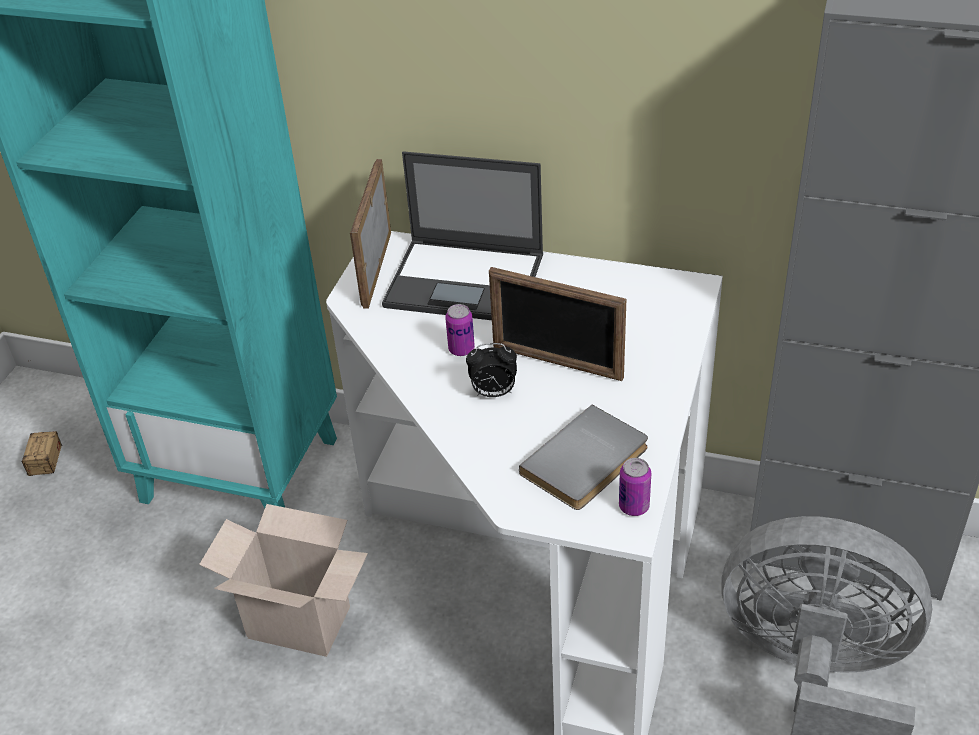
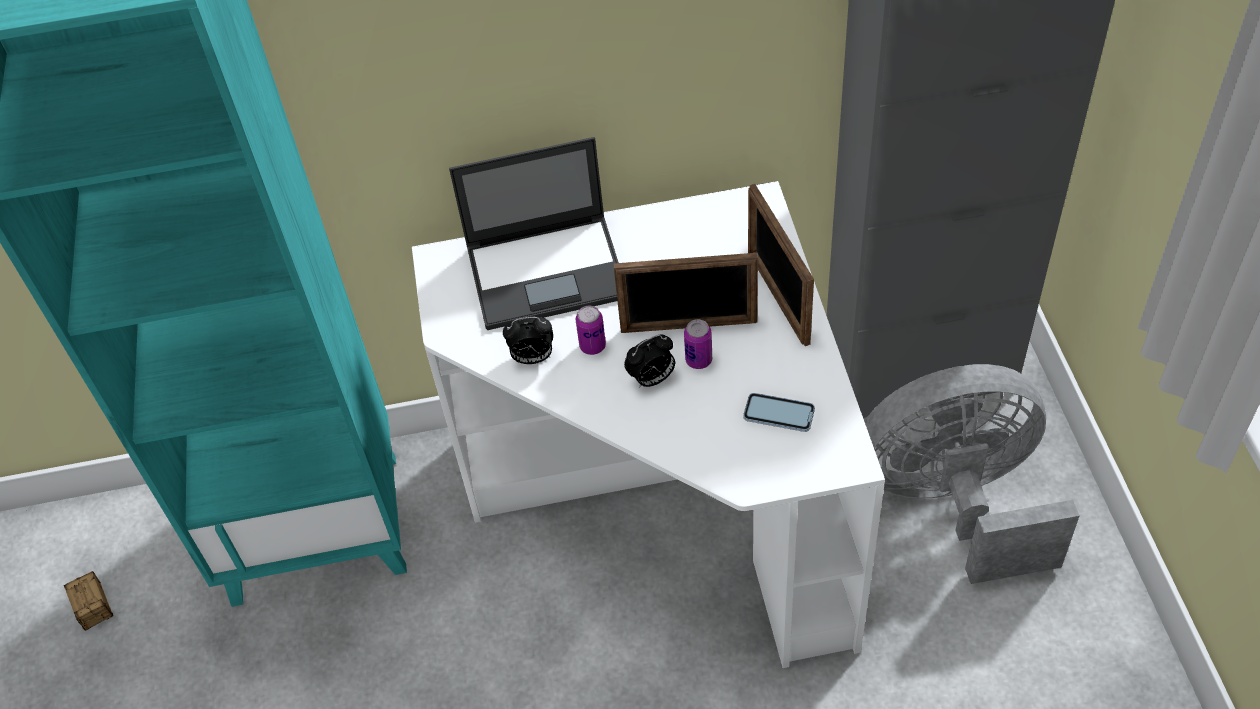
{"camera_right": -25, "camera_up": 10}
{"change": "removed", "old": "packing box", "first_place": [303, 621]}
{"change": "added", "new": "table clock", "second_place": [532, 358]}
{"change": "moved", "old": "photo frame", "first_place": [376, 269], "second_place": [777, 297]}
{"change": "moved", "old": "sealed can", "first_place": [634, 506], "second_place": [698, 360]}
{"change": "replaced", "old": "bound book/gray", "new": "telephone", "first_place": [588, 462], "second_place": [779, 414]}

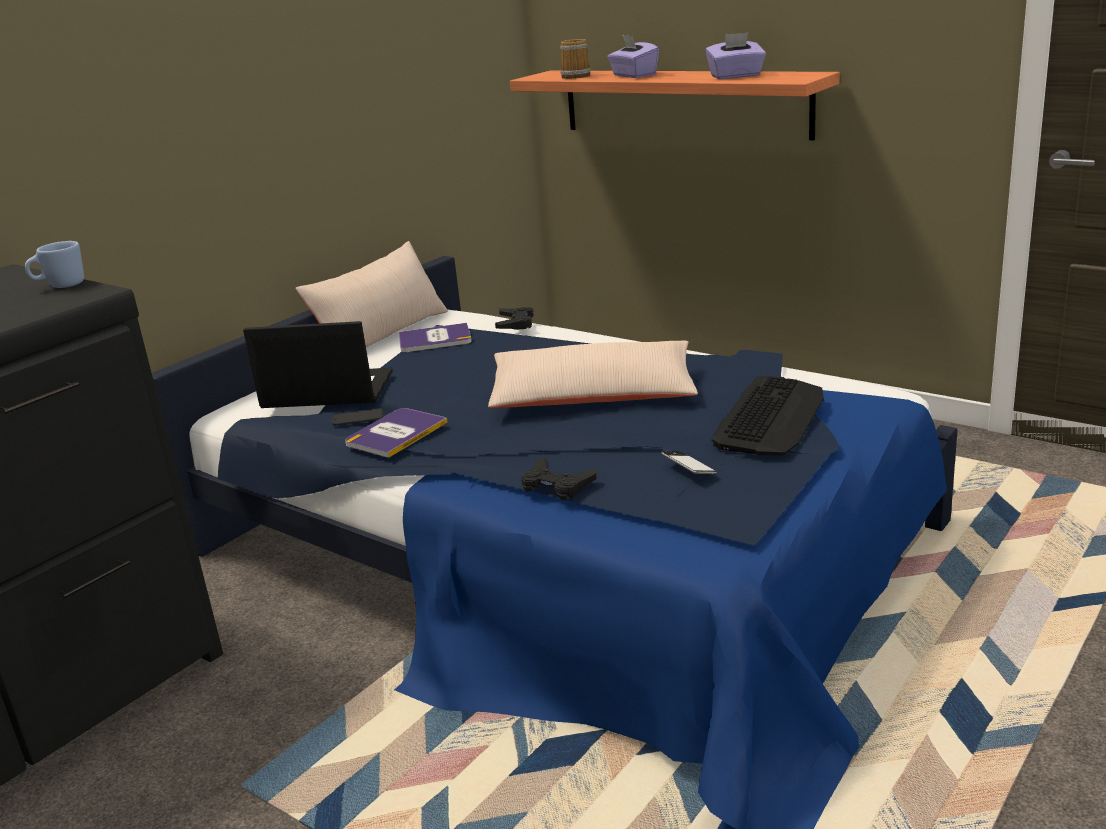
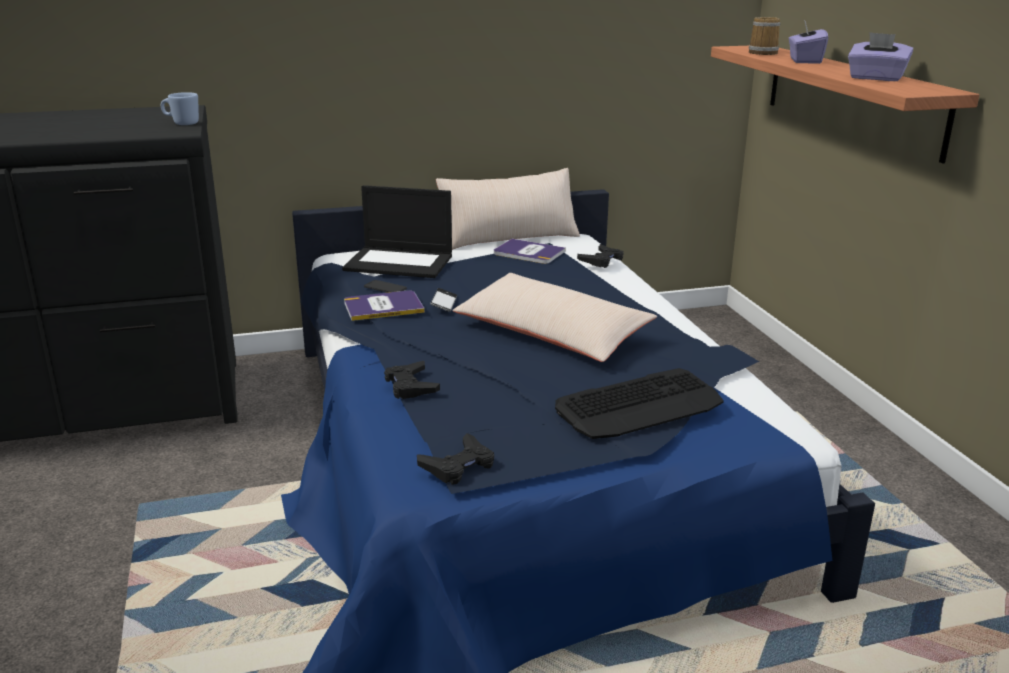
{"camera_right": 35, "camera_up": 0}
{"change": "added", "new": "game controller/black-coloured", "second_place": [458, 466]}
{"change": "moved", "old": "telephone", "first_place": [688, 468], "second_place": [444, 303]}
{"change": "turned", "old": "notebook computer", "first_place": [326, 391], "second_place": [400, 262], "degrees": 150}

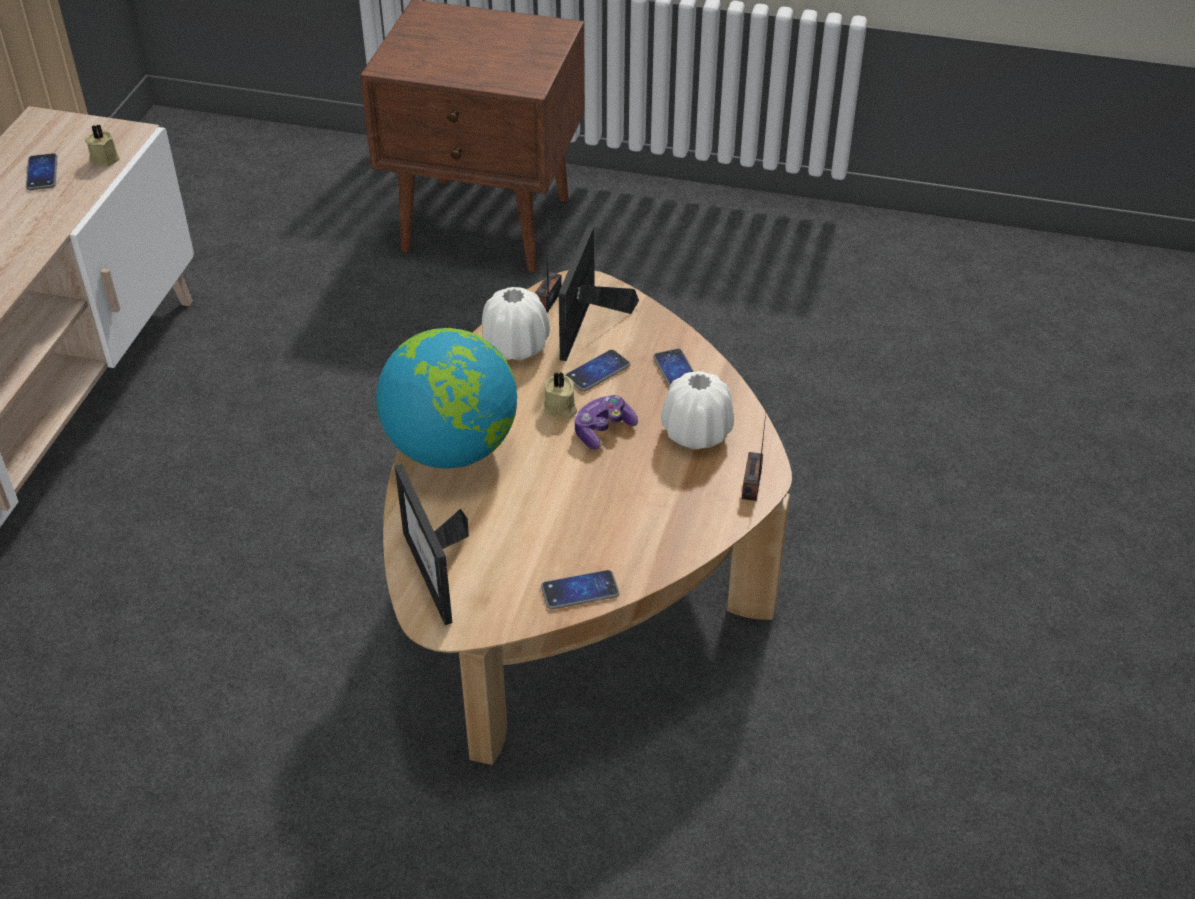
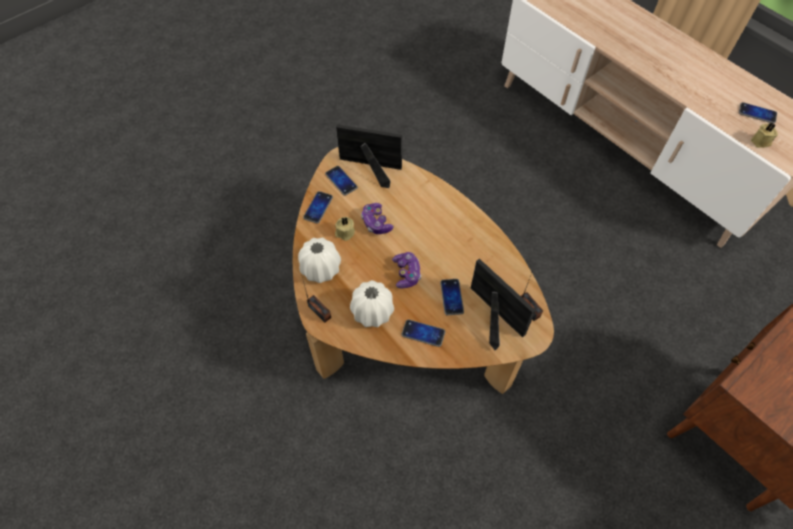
{"camera_right": 125, "camera_up": 15}
{"change": "removed", "old": "world globe", "first_place": [452, 448]}
{"change": "added", "new": "telephone", "second_place": [341, 181]}
{"change": "added", "new": "game controller", "second_place": [376, 223]}
{"change": "moved", "old": "decorative vase/whitish", "first_place": [515, 346], "second_place": [321, 269]}
{"change": "moved", "old": "wax light/sand-coloured", "first_place": [560, 408], "second_place": [344, 233]}

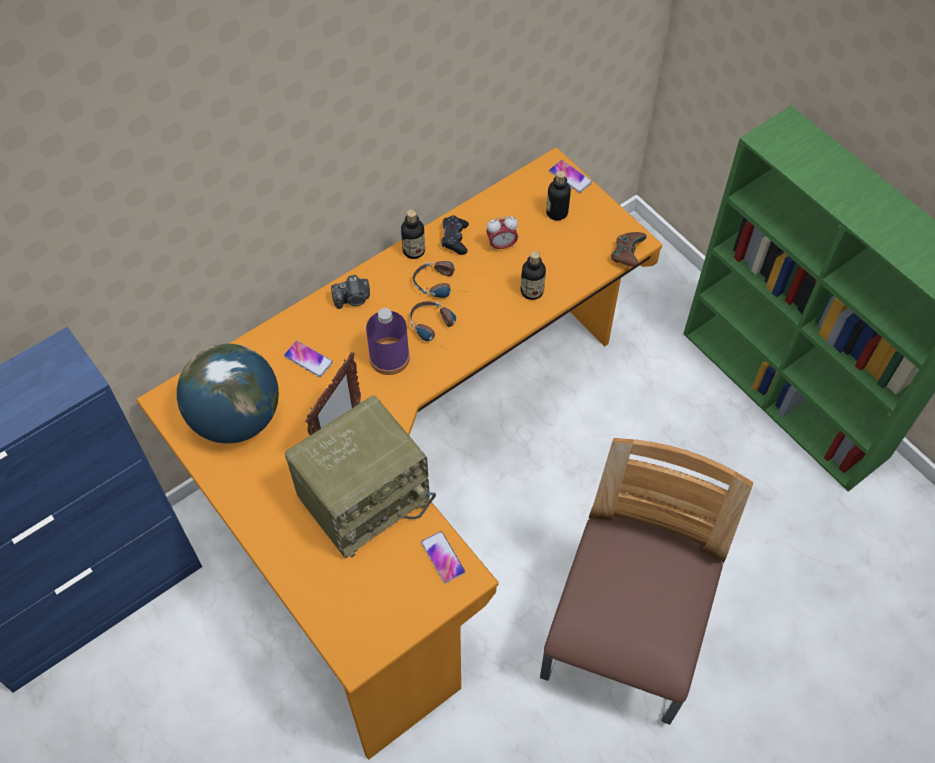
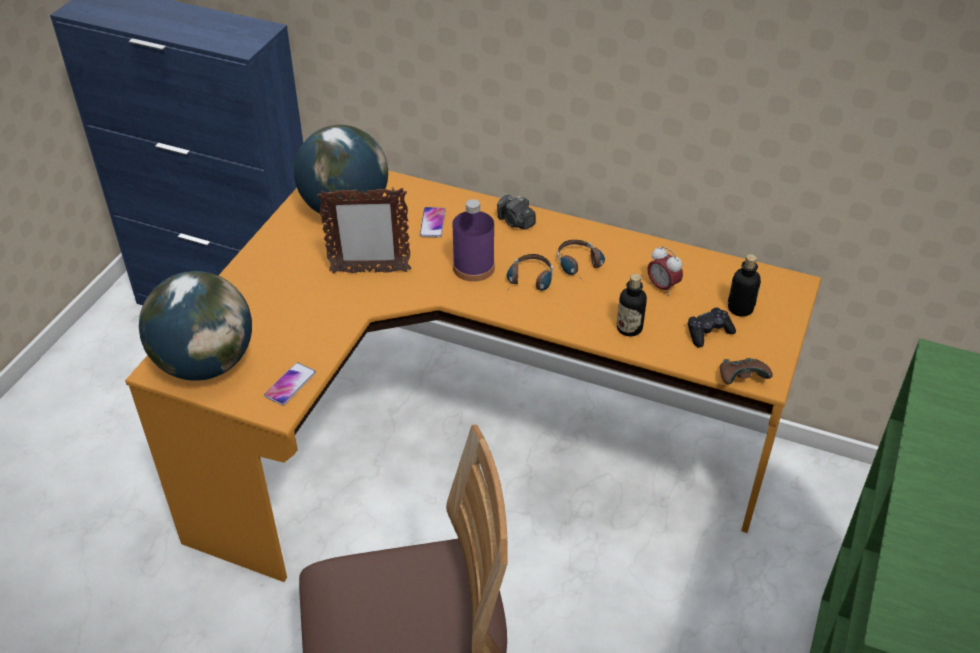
{"camera_right": 60, "camera_up": -15}
{"change": "removed", "old": "radio set", "first_place": [364, 498]}
{"change": "removed", "old": "bottle", "first_place": [413, 250]}
{"change": "removed", "old": "telephone", "first_place": [570, 177]}
{"change": "added", "new": "world globe", "second_place": [205, 364]}
{"change": "moved", "old": "game controller/black-coloured", "first_place": [455, 239], "second_place": [708, 332]}

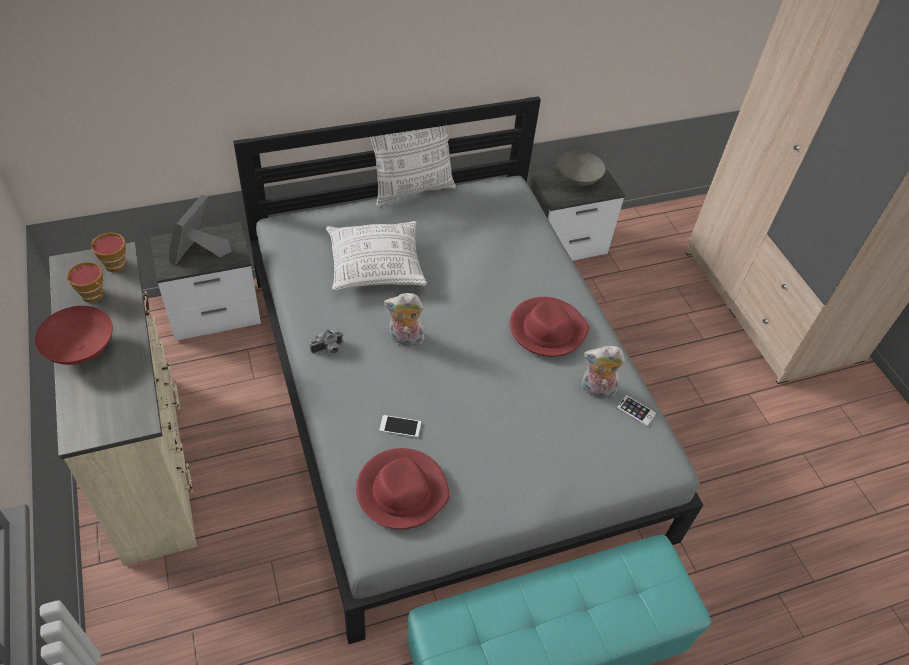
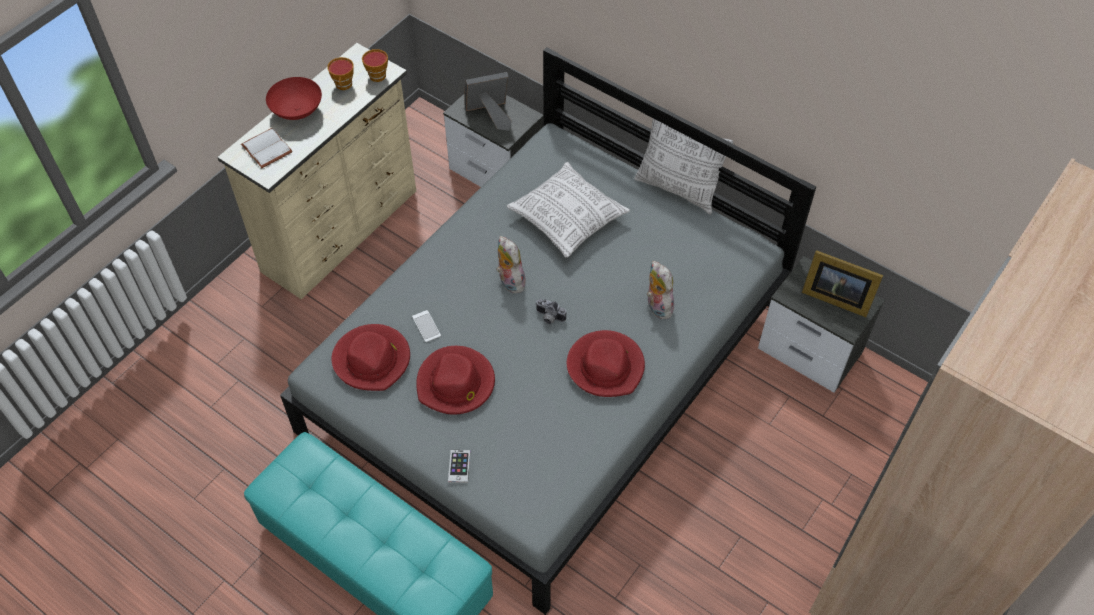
{"camera_right": 60, "camera_up": 5}
{"change": "added", "new": "bound book/whitish", "second_place": [265, 149]}
{"change": "added", "new": "wearable hat/reddish", "second_place": [456, 383]}
{"change": "moved", "old": "photo camera", "first_place": [328, 349], "second_place": [549, 318]}
{"change": "moved", "old": "soft toy", "first_place": [596, 391], "second_place": [657, 306]}
{"change": "moved", "old": "telephone", "first_place": [636, 411], "second_place": [459, 466]}
{"change": "replaced", "old": "serving bowl/gray", "new": "photo frame", "first_place": [578, 179], "second_place": [834, 296]}

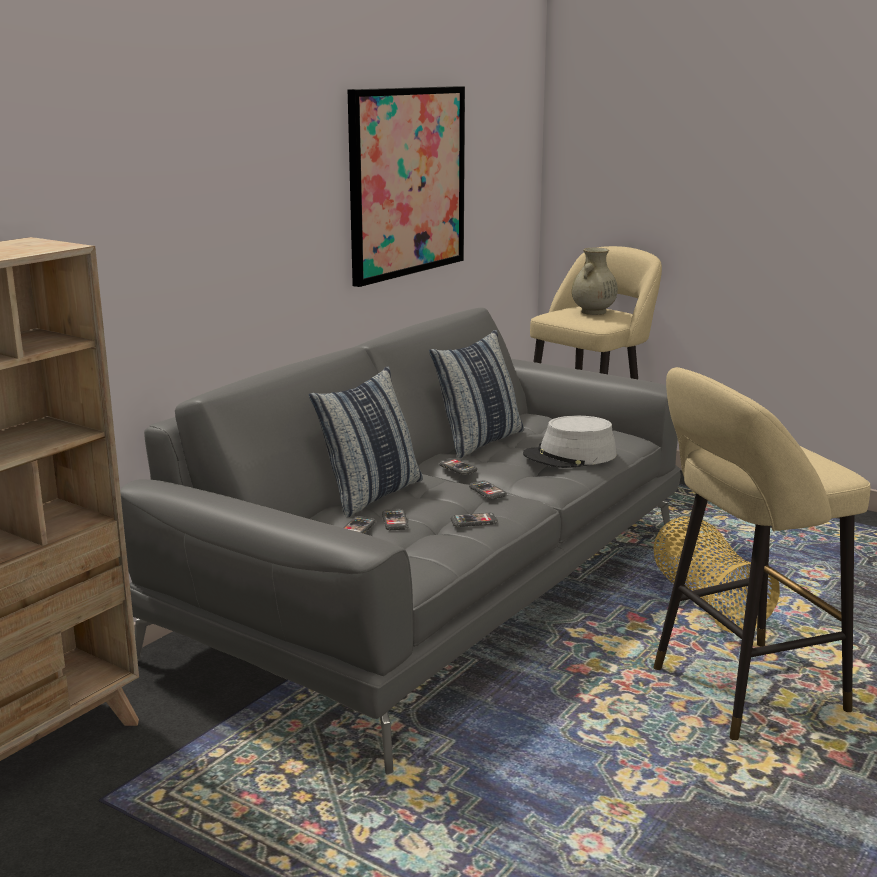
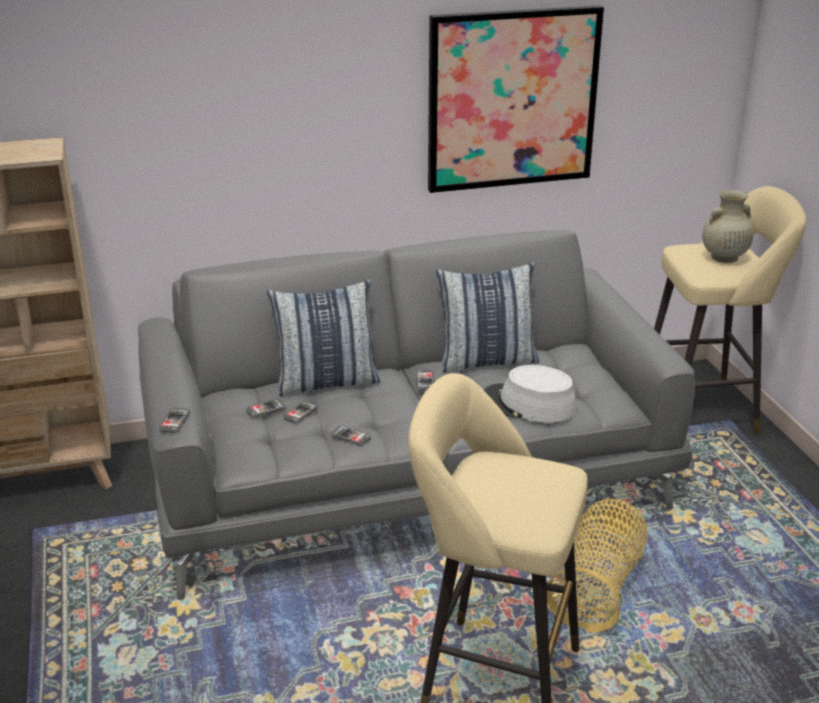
{"camera_right": 40, "camera_up": 10}
{"change": "moved", "old": "telephone", "first_place": [487, 491], "second_place": [174, 421]}

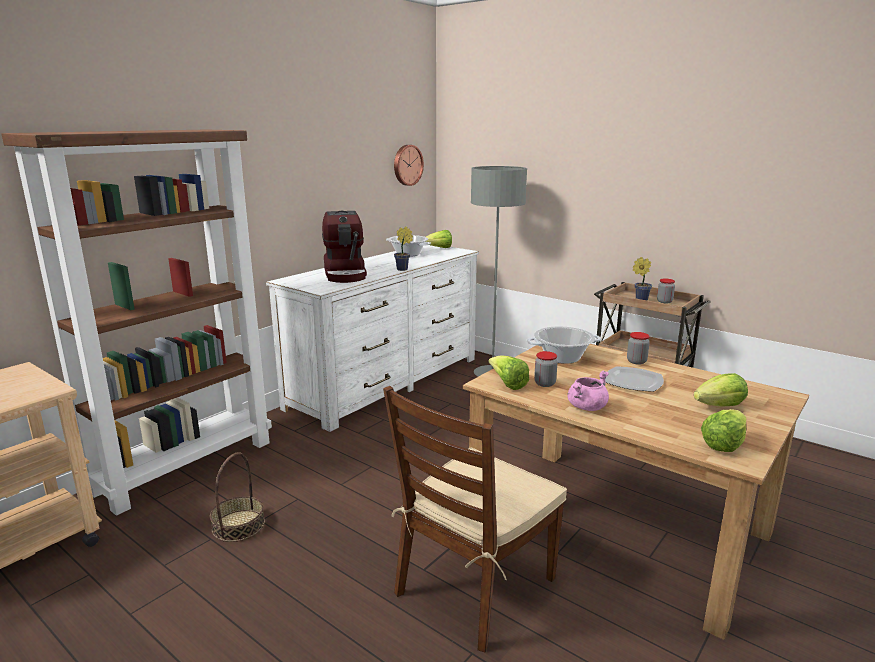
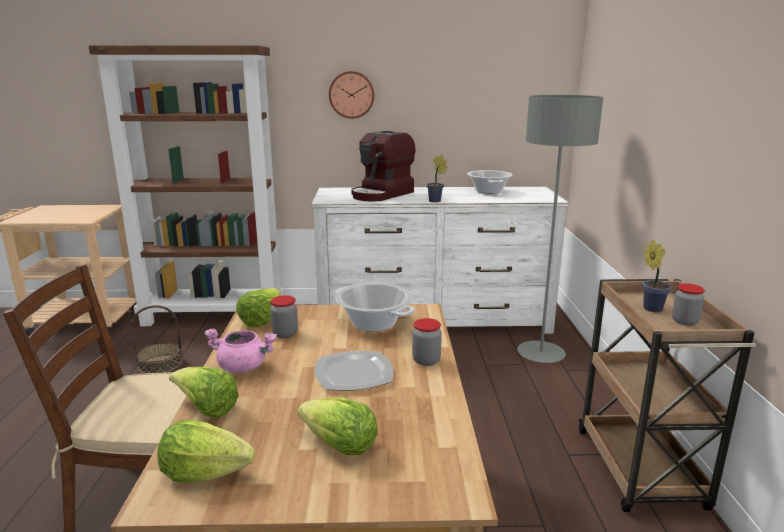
{"camera_right": 50, "camera_up": 0}
{"change": "moved", "old": "clock on the wall", "first_place": [407, 165], "second_place": [351, 94]}
{"change": "moved", "old": "lettuce head", "first_place": [439, 248], "second_place": [206, 409]}

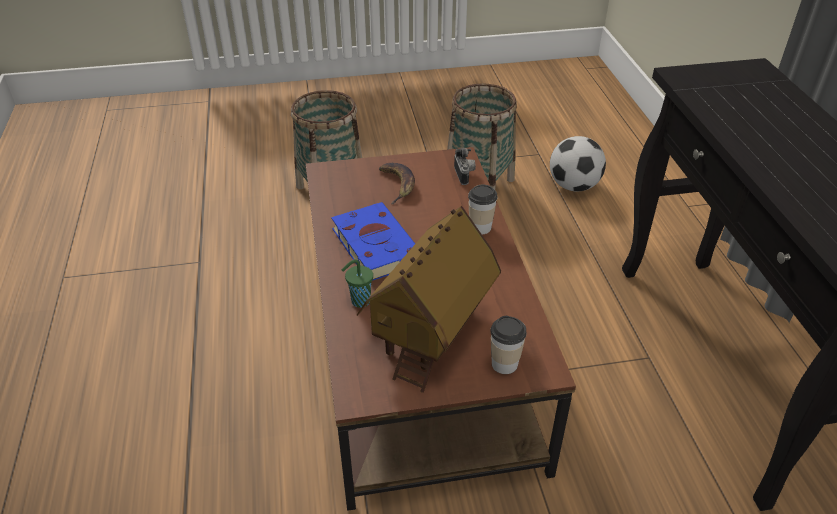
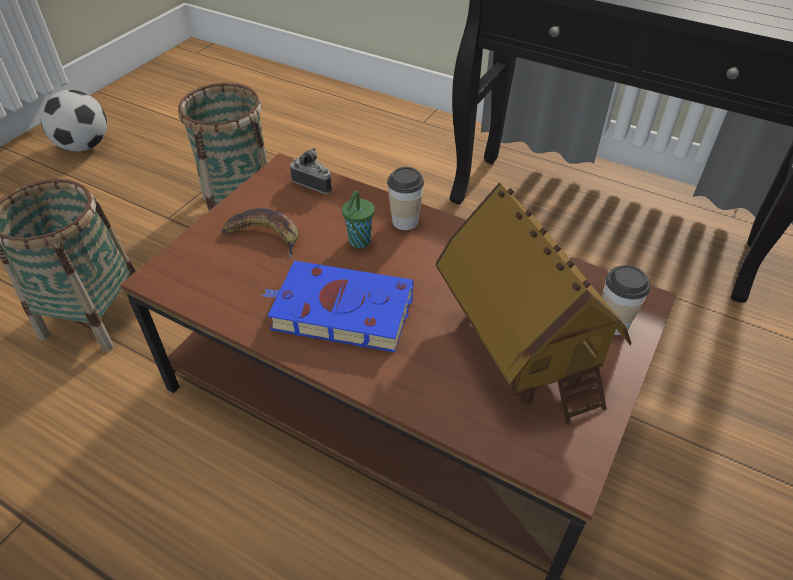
{"camera_right": -50, "camera_up": 5}
{"change": "moved", "old": "drinking cup/green-coloured", "first_place": [359, 301], "second_place": [359, 242]}
{"change": "moved", "old": "football", "first_place": [573, 186], "second_place": [84, 146]}

